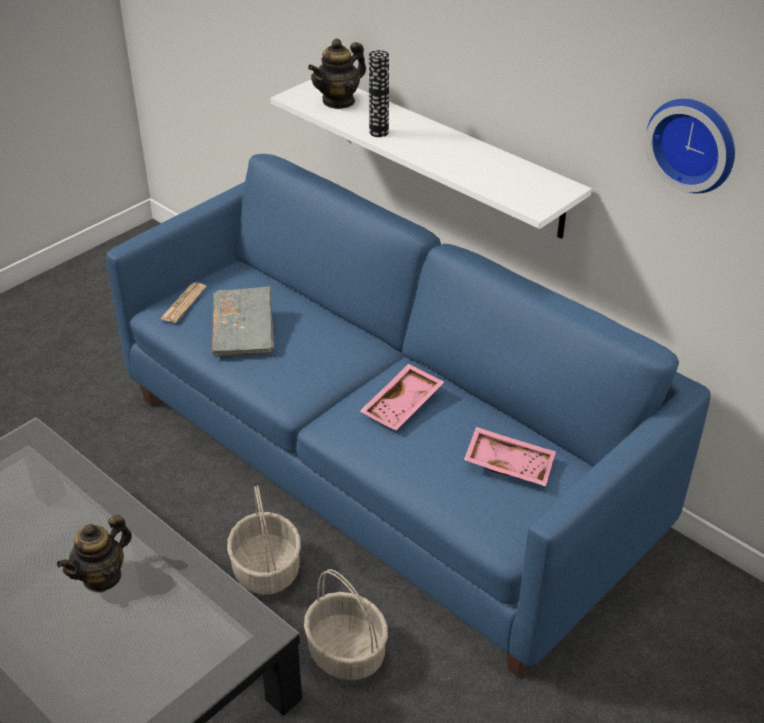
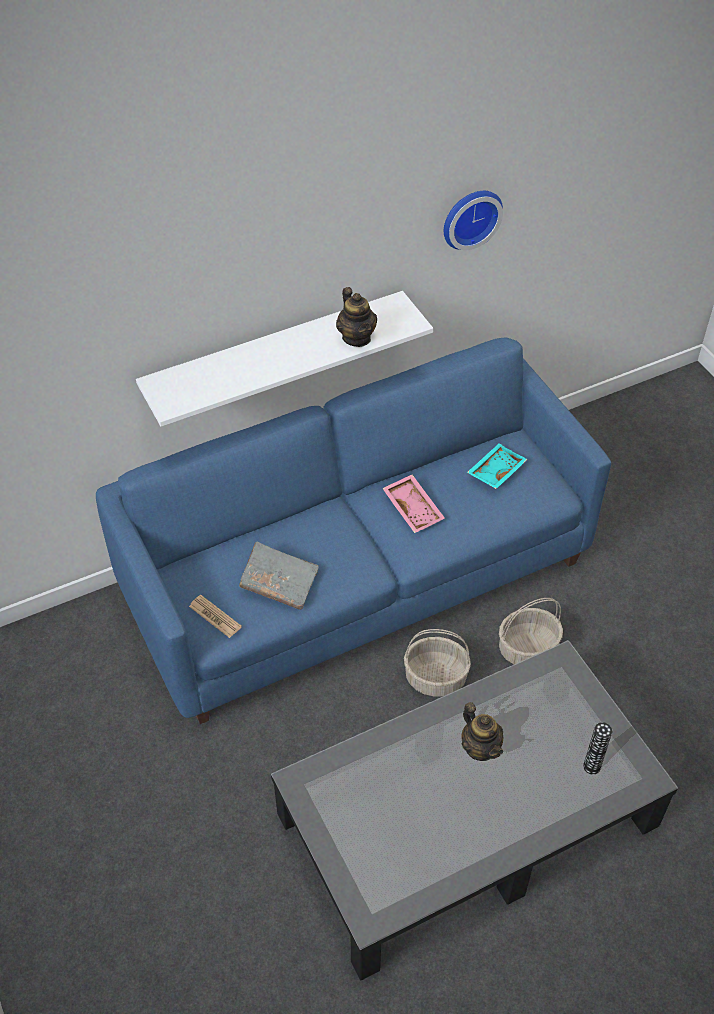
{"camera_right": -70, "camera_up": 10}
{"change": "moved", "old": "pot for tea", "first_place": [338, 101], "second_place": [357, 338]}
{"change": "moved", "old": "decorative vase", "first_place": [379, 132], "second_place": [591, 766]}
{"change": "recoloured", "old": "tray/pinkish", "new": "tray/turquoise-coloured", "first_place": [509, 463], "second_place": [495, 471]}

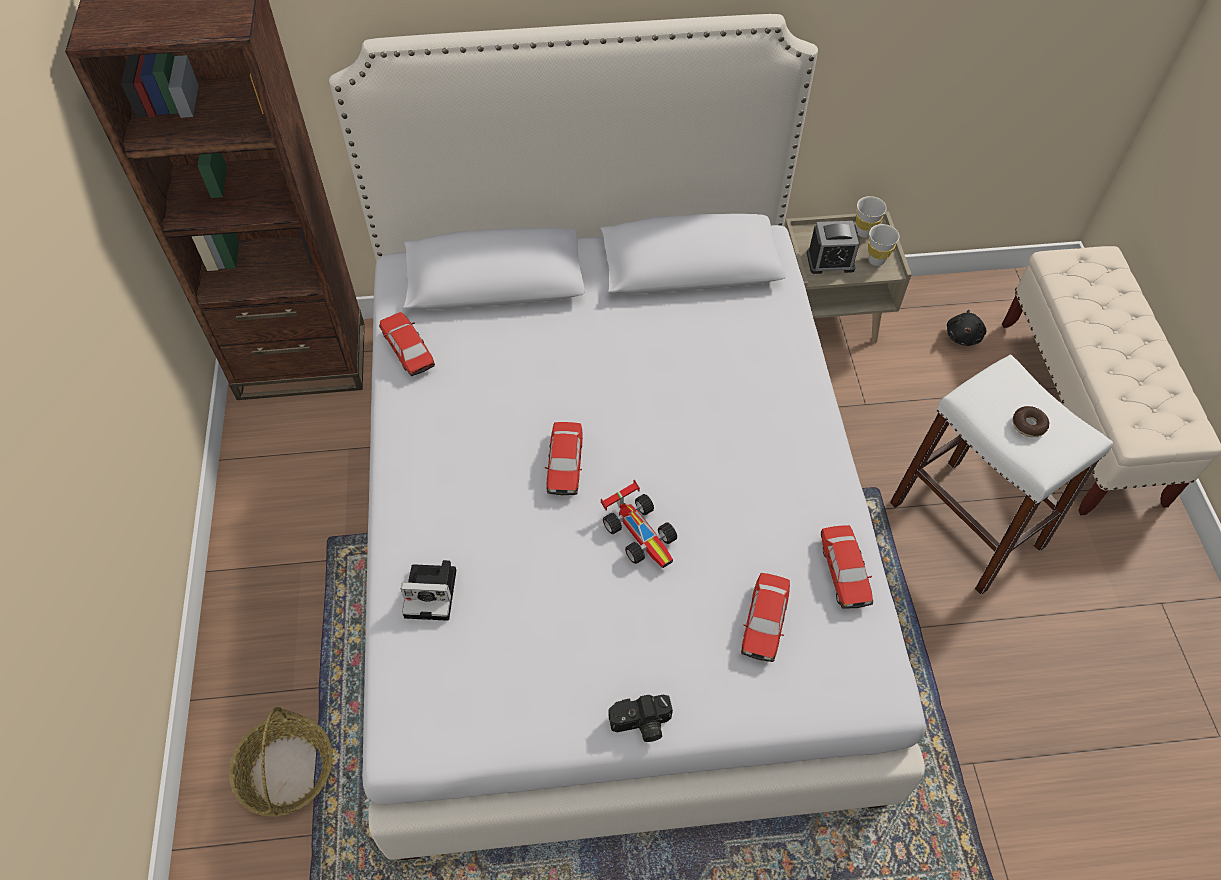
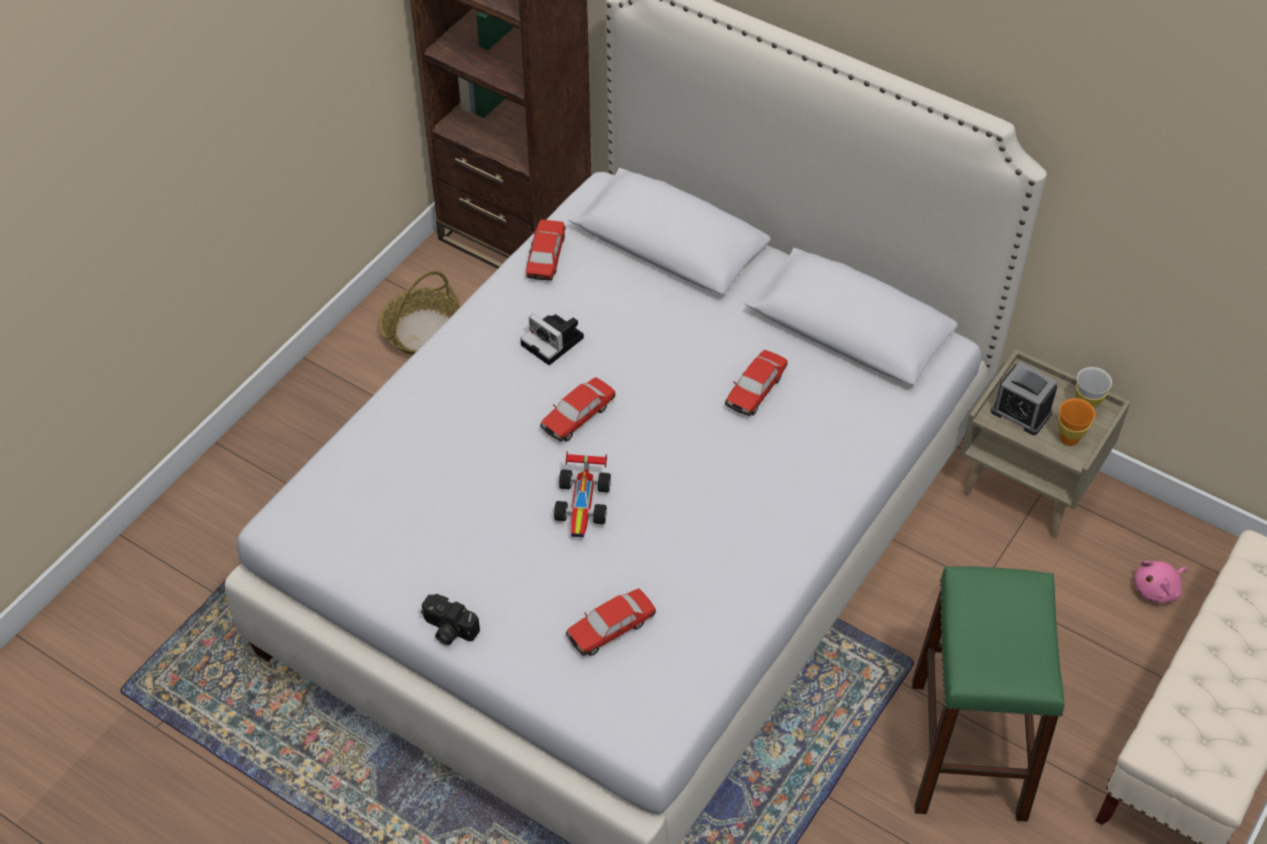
{"camera_right": 40, "camera_up": -5}
{"change": "removed", "old": "donut", "first_place": [1028, 425]}
{"change": "moved", "old": "storage basket", "first_place": [286, 769], "second_place": [424, 331]}
{"change": "moved", "old": "photo camera", "first_place": [433, 593], "second_place": [554, 342]}
{"change": "moved", "old": "model car", "first_place": [843, 572], "second_place": [756, 390]}
{"change": "recoloured", "old": "drinking cup/whitish", "new": "drinking cup/orange", "first_place": [876, 260], "second_place": [1069, 438]}
{"change": "recoloured", "old": "sitting stool/whitish", "new": "sitting stool/green-coloured", "first_place": [966, 524], "second_place": [968, 749]}
{"change": "recoloured", "old": "soft toy/black-coloured", "new": "soft toy/pinkish", "first_place": [963, 335], "second_place": [1157, 589]}

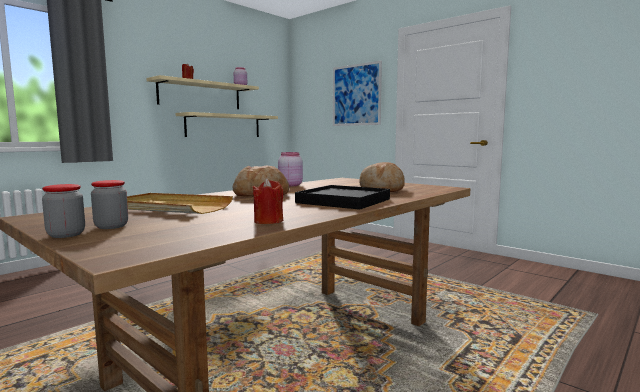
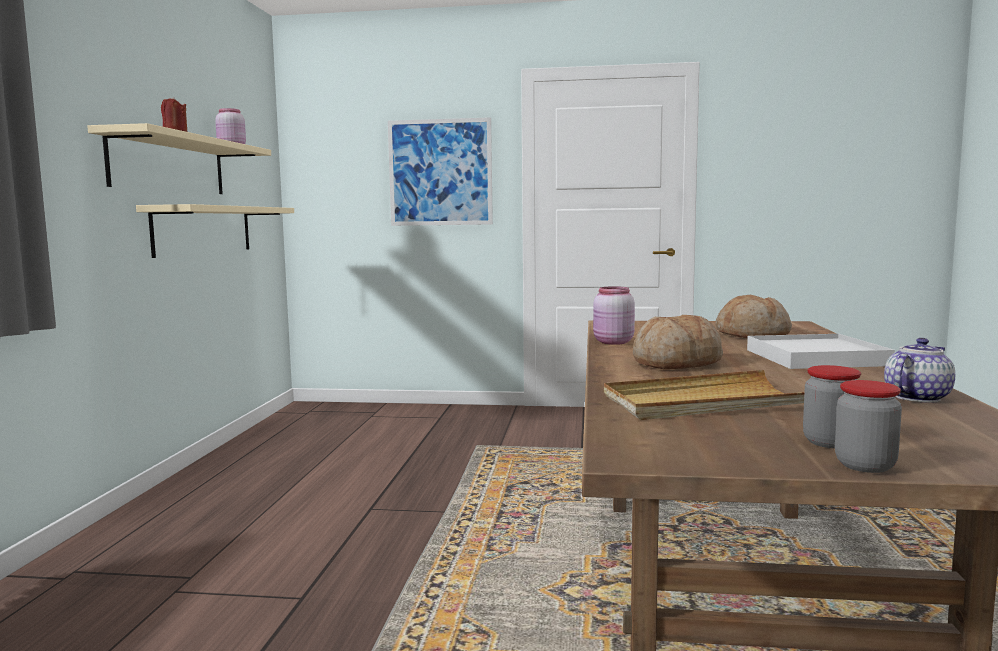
{"camera_right": -35, "camera_up": 0}
{"change": "replaced", "old": "wax light/reddish", "new": "pot for tea", "first_place": [268, 221], "second_place": [916, 397]}
{"change": "recoloured", "old": "tray/black-coloured", "new": "tray/whitish", "first_place": [343, 201], "second_place": [815, 357]}

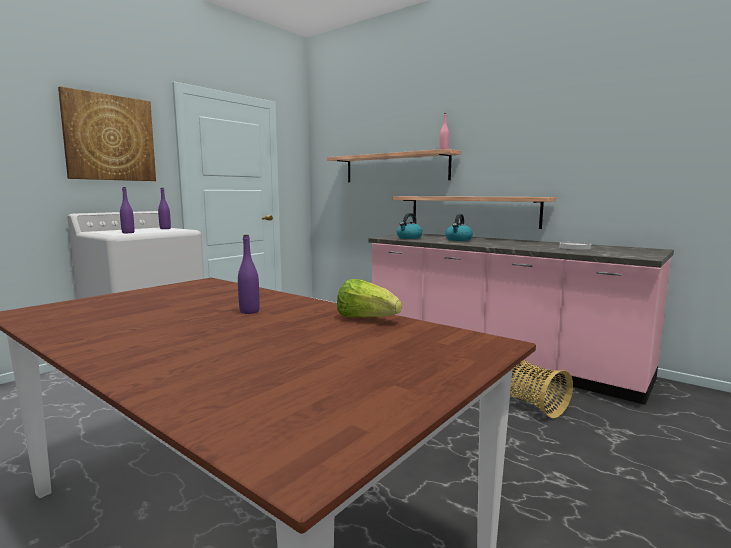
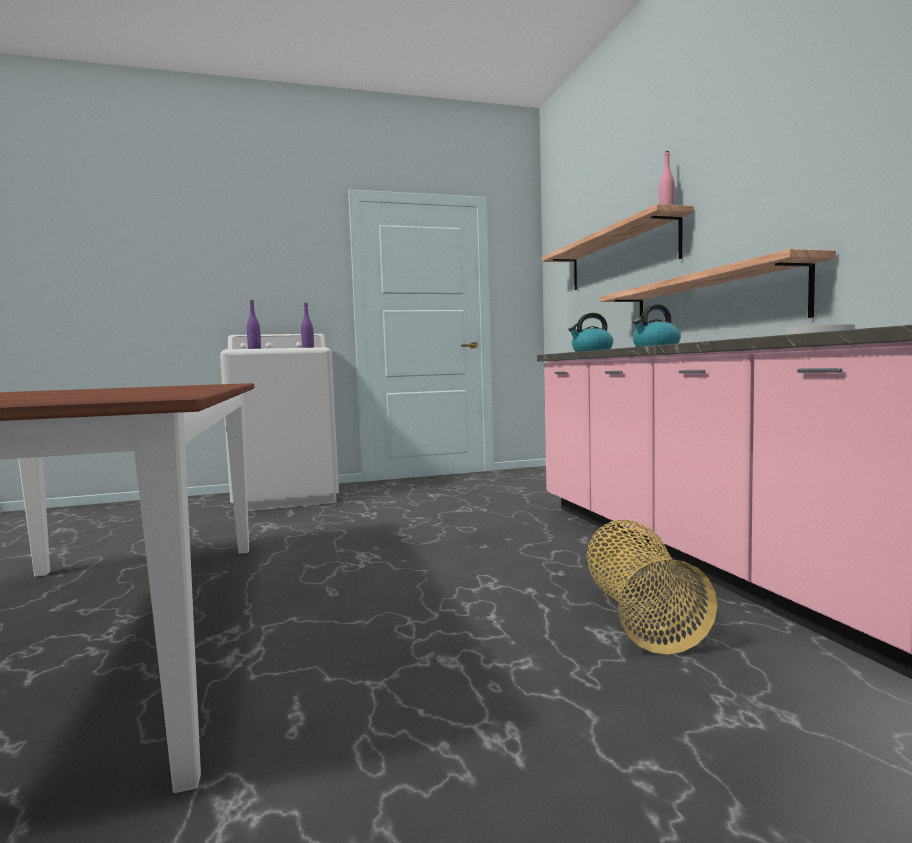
{"camera_right": 35, "camera_up": -5}
{"change": "removed", "old": "wall picture", "first_place": [110, 138]}
{"change": "removed", "old": "bottle/purple", "first_place": [249, 311]}
{"change": "removed", "old": "lettuce head", "first_place": [366, 319]}

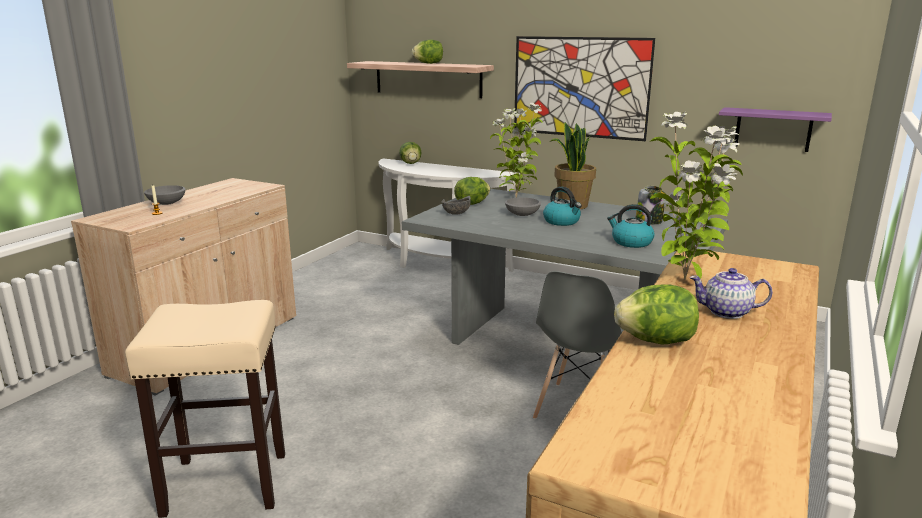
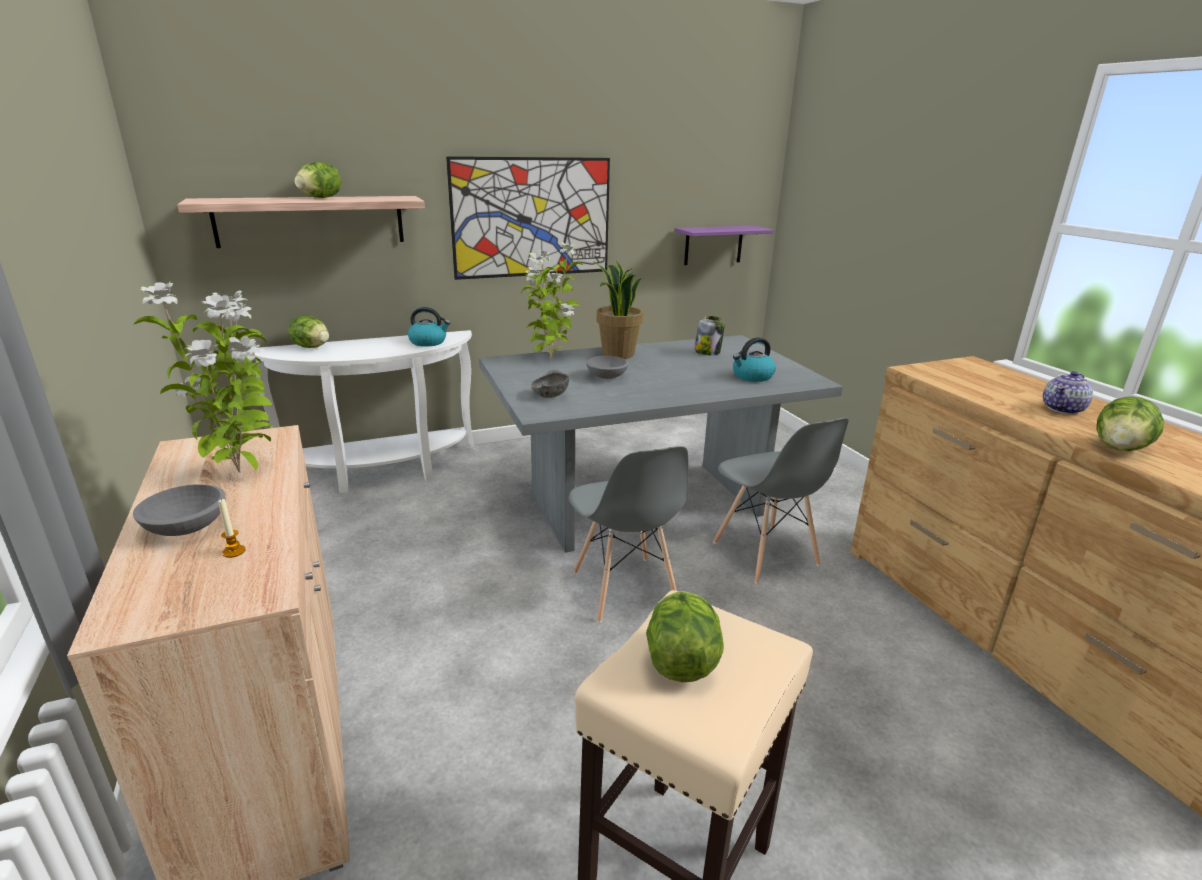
{"camera_right": -50, "camera_up": 5}
{"change": "added", "new": "upright chair/gray", "second_place": [624, 589]}
{"change": "moved", "old": "lettuce head", "first_place": [472, 204], "second_place": [681, 661]}
{"change": "moved", "old": "kettle", "first_place": [562, 221], "second_place": [428, 342]}
{"change": "moved", "old": "houseplant", "first_place": [686, 280], "second_place": [241, 473]}

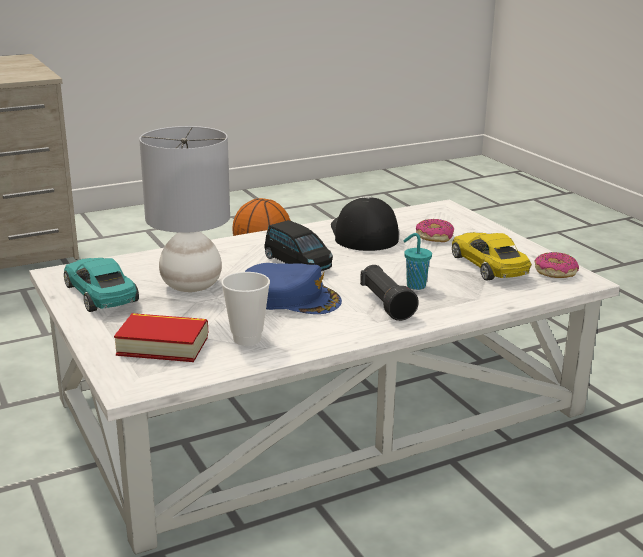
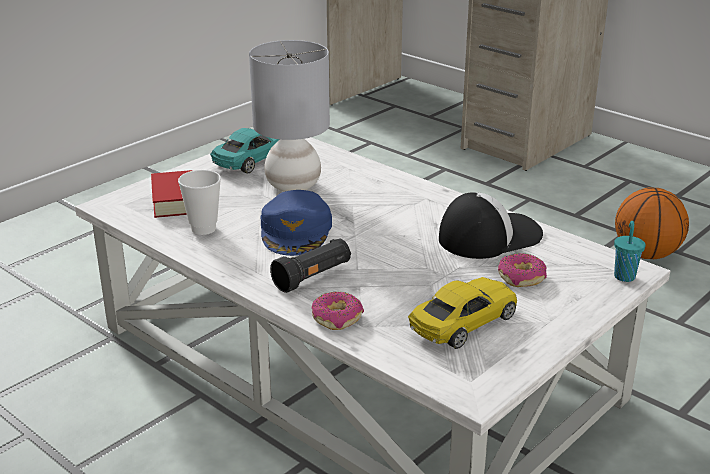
{"camera_right": 70, "camera_up": 5}
{"change": "removed", "old": "model car/black-coloured", "first_place": [298, 263]}
{"change": "moved", "old": "drinking cup/turquoise-coloured", "first_place": [415, 286], "second_place": [624, 276]}
{"change": "moved", "old": "donut", "first_place": [555, 272], "second_place": [337, 318]}

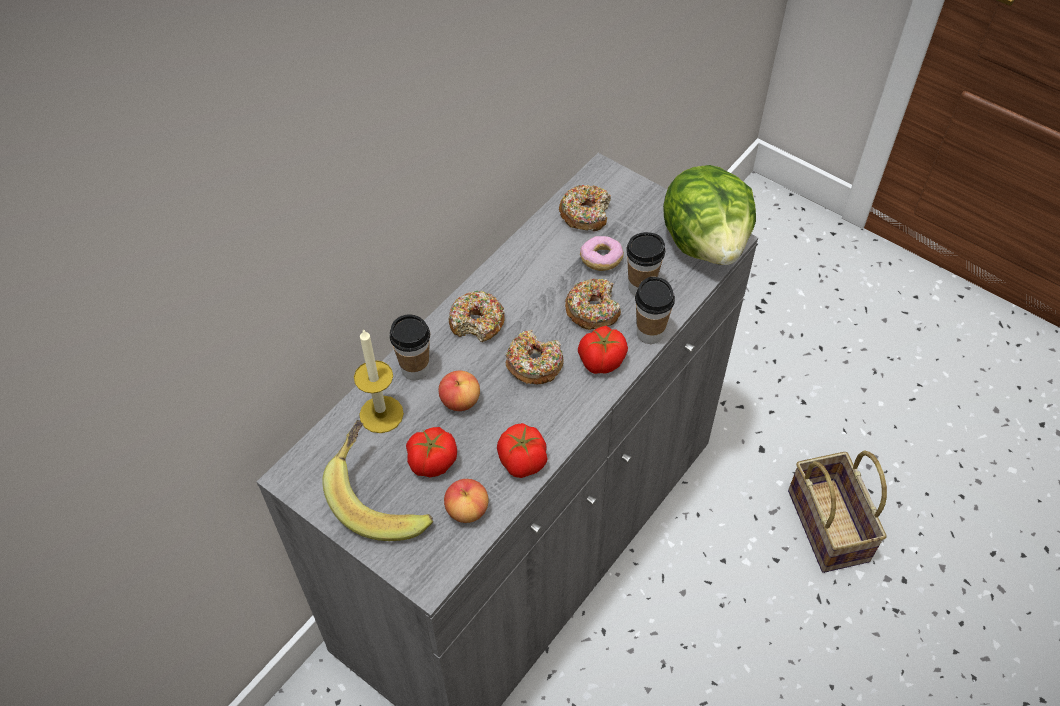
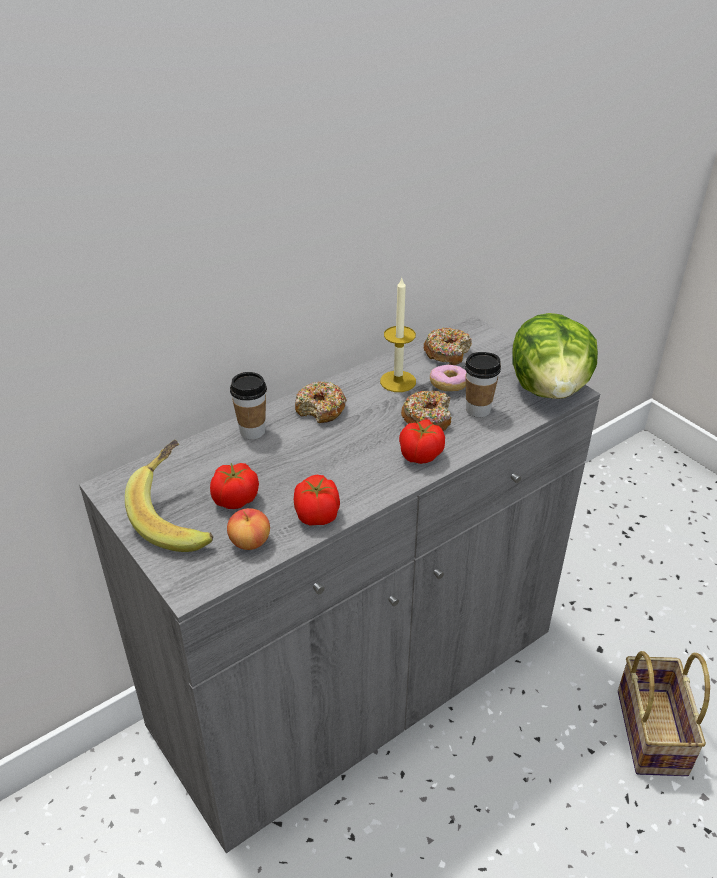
{"camera_right": 15, "camera_up": -15}
{"change": "removed", "old": "apple fruit", "first_place": [460, 401]}
{"change": "removed", "old": "donut", "first_place": [534, 364]}
{"change": "removed", "old": "drinking cup", "first_place": [650, 333]}
{"change": "moved", "old": "wax light", "first_place": [381, 414], "second_place": [398, 381]}

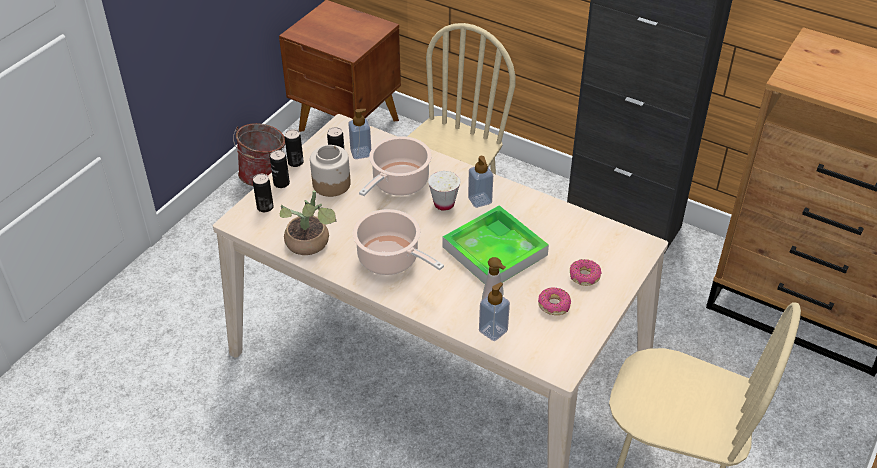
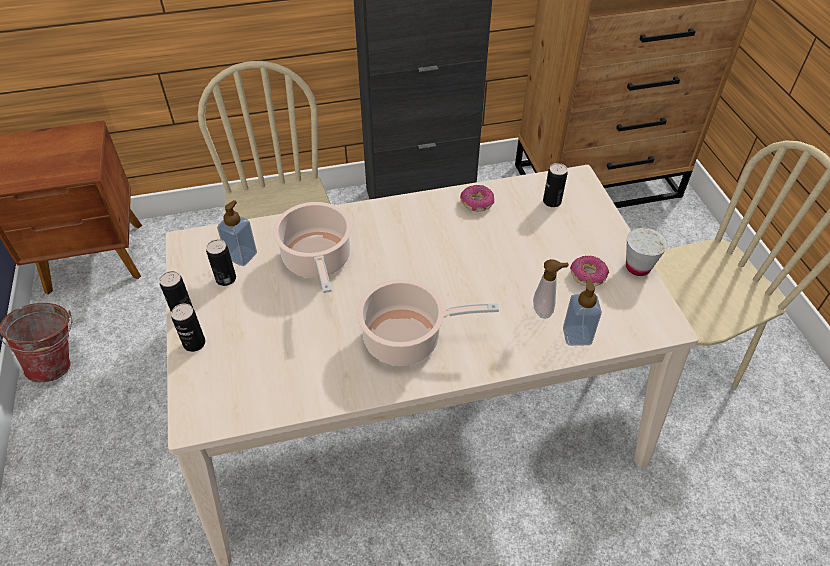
{"camera_right": -45, "camera_up": 5}
{"change": "removed", "old": "houseplant", "first_place": [310, 245]}
{"change": "removed", "old": "jar", "first_place": [331, 184]}
{"change": "removed", "old": "tray", "first_place": [494, 251]}
{"change": "removed", "old": "soap dispenser", "first_place": [480, 200]}
{"change": "moved", "old": "sealed can", "first_place": [265, 207], "second_place": [552, 201]}
{"change": "moved", "old": "drinking cup/whitish", "first_place": [444, 204], "second_place": [637, 267]}
{"change": "moved", "old": "donut", "first_place": [584, 276], "second_place": [477, 203]}

